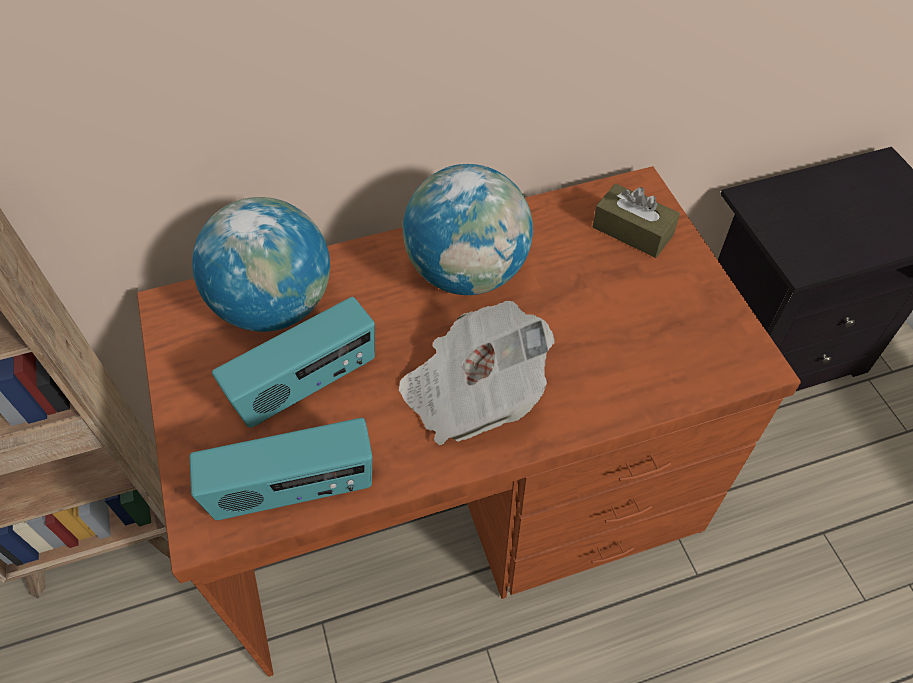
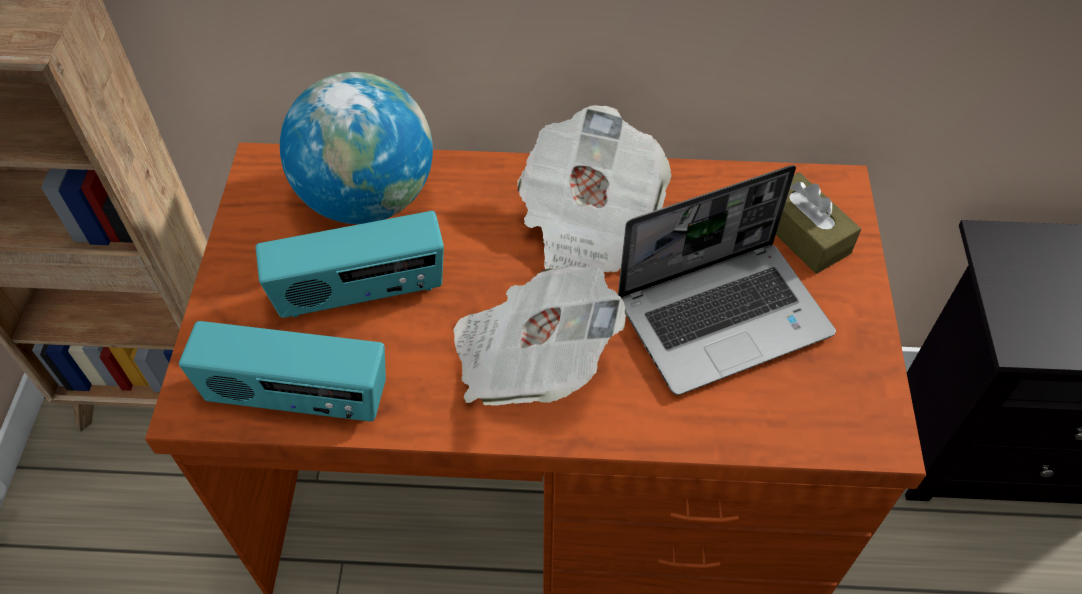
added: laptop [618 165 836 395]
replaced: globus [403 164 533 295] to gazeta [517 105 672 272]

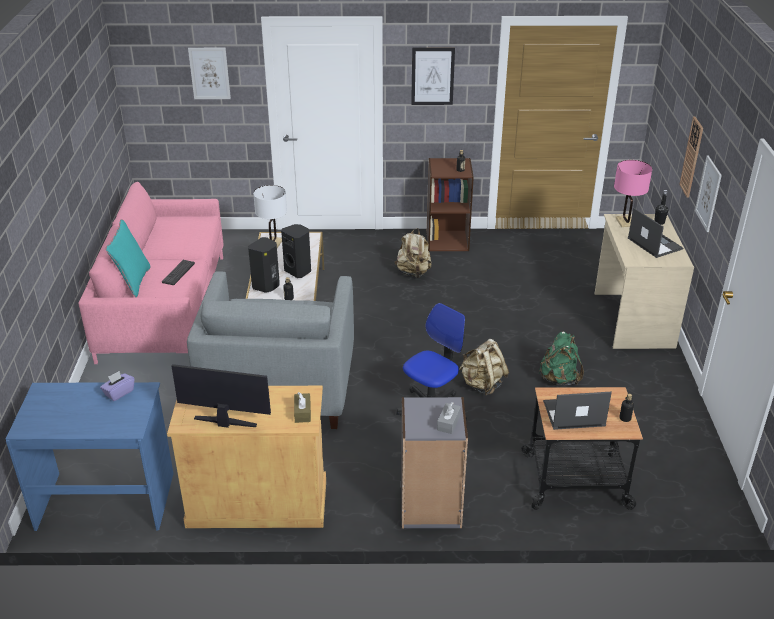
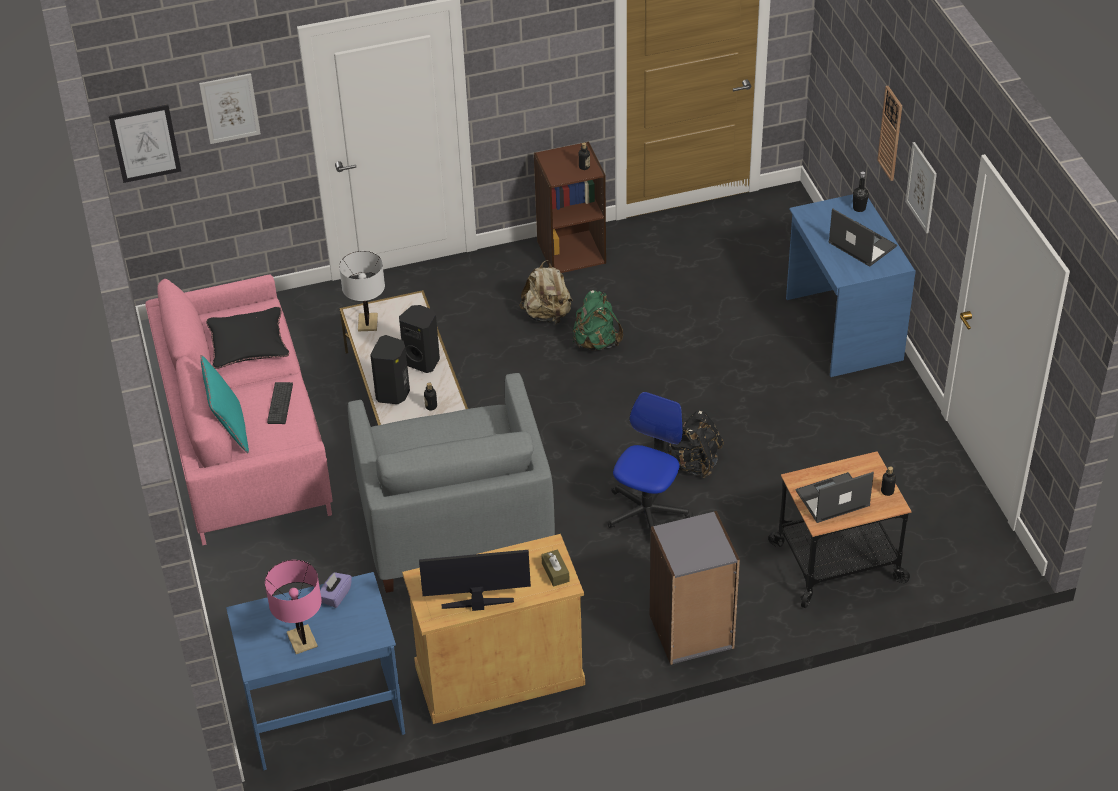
removed: pudełko chusteczek [szary] [437 402 461 434]
added: poduszka [czarny] [206 307 289 369]
moved: obraz [411 48 455 105] to [109 104 181 183]; plecak [zielony] [539 332 584 385] to [573 290 623 351]; lampa stołowa [różowy] [614 160 652 227] to [265 560 322 654]
recoloured: plecak [beżowy] [459 339 509 396] to plecak [czarny] [665 411 724 478]; biurko [beżowy] [594 214 694 349] to biurko [niebieski] [786 194 916 377]

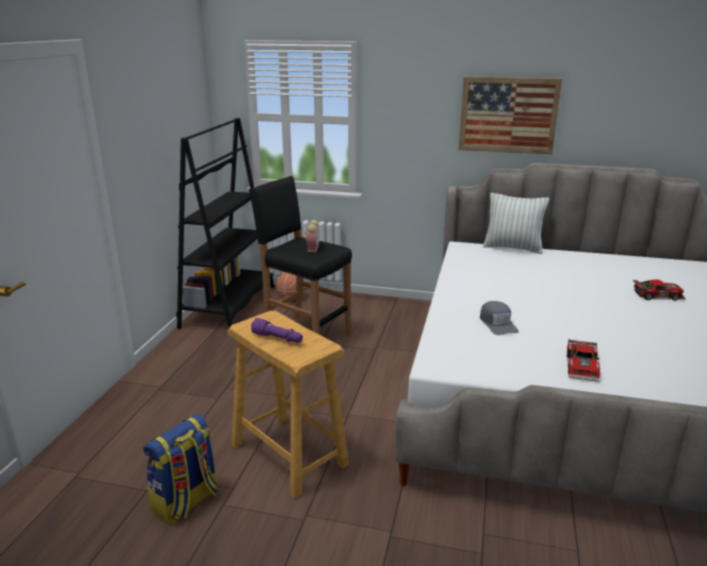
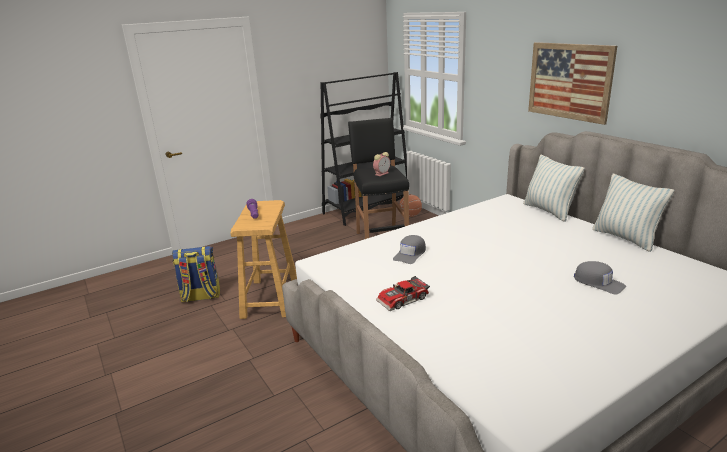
added: poduszka [592 174 674 252]
replaced: samochodzik [633 280 686 301] to czapka z daszkiem [szary] [574 261 626 295]

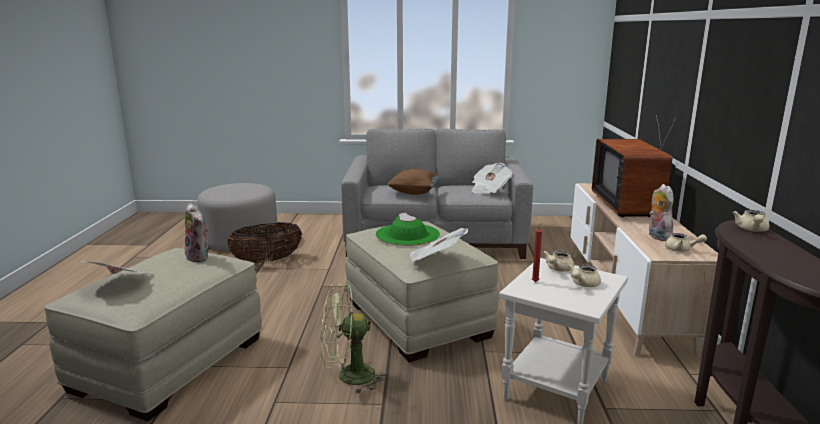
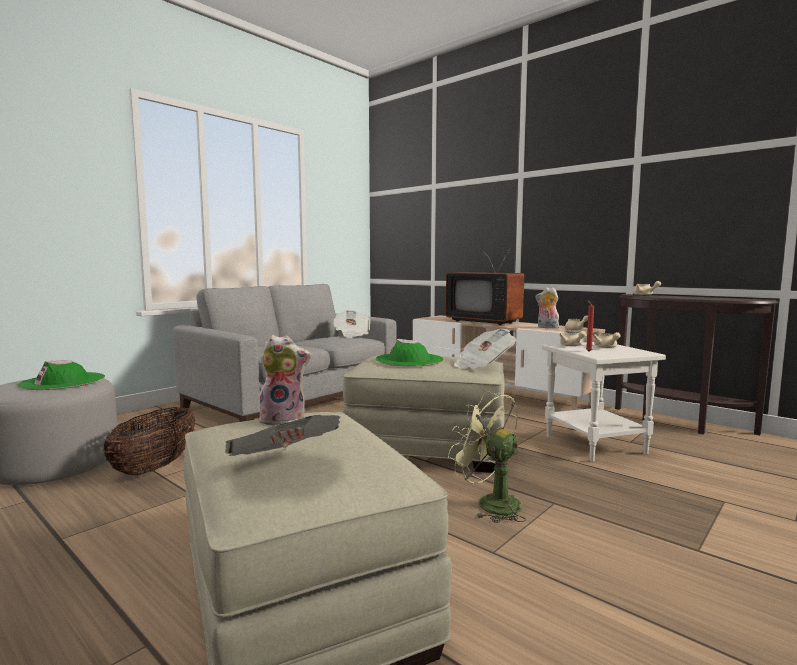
removed: poduszka [brązowy] [387 169 442 195]
added: kapelusz [zielony] [17 360 105 390]
turned: wentylator [zielony] [321 284 387 394] = [448 391 526 523] 105 degrees clockwise

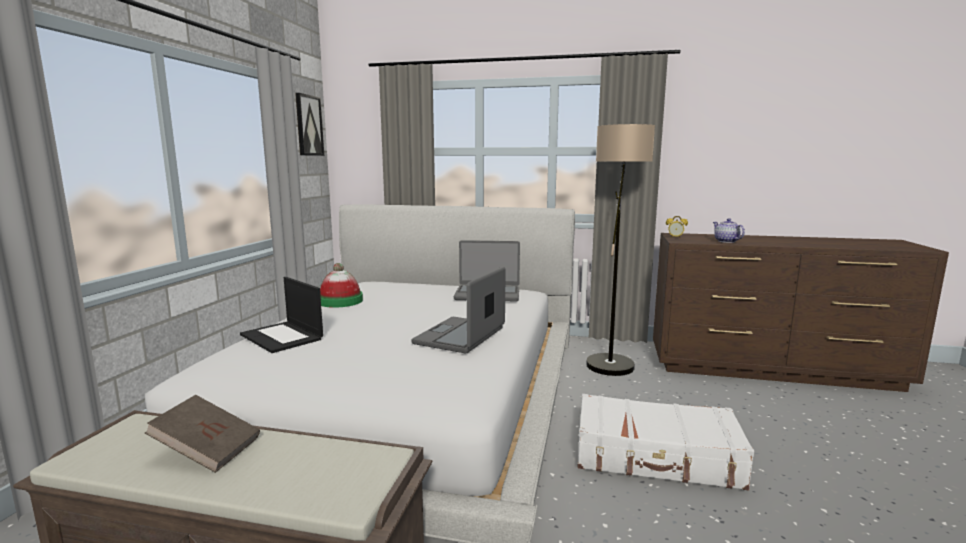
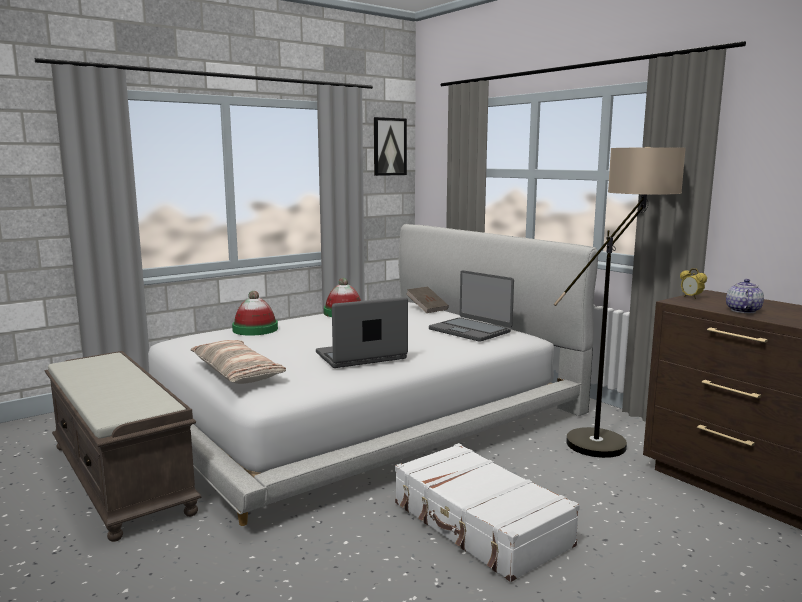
added: poduszka [190 340 286 384]
moved: książka [brązowy] [145 395 260 473] to [406 287 449 313]
replaced: laptop [240 277 323 353] to kapelusz [232 291 278 336]

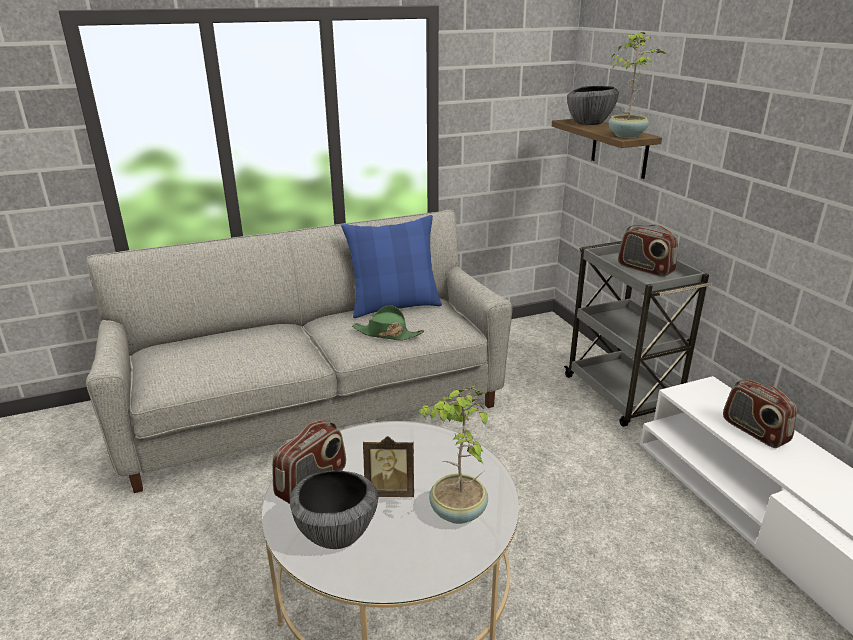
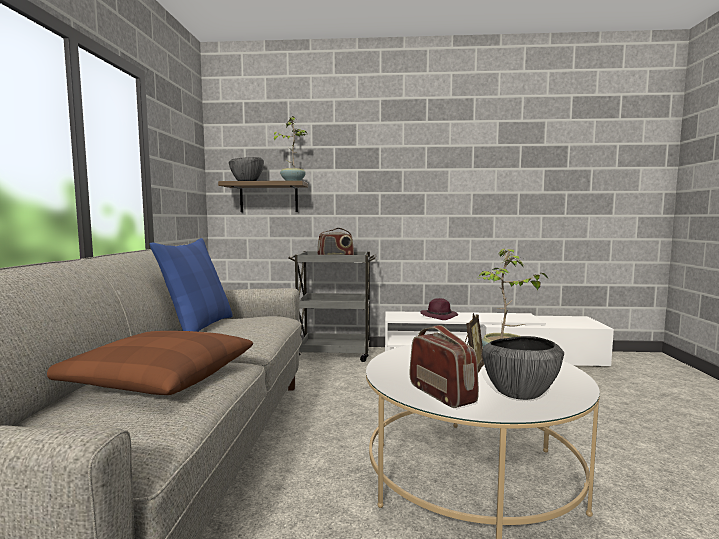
removed: kapelusz [zielony] [352 305 424 340]
added: poduszka [brązowy] [47 331 253 395]
replaced: radio [723 379 797 448] to kapelusz [fioletowy] [420 298 458 320]

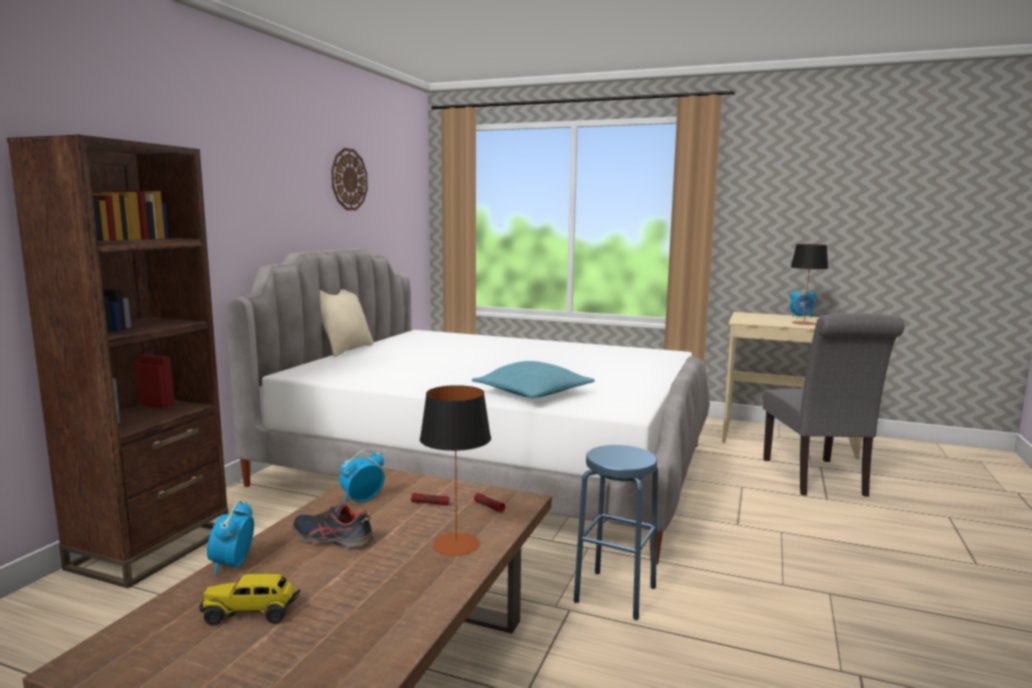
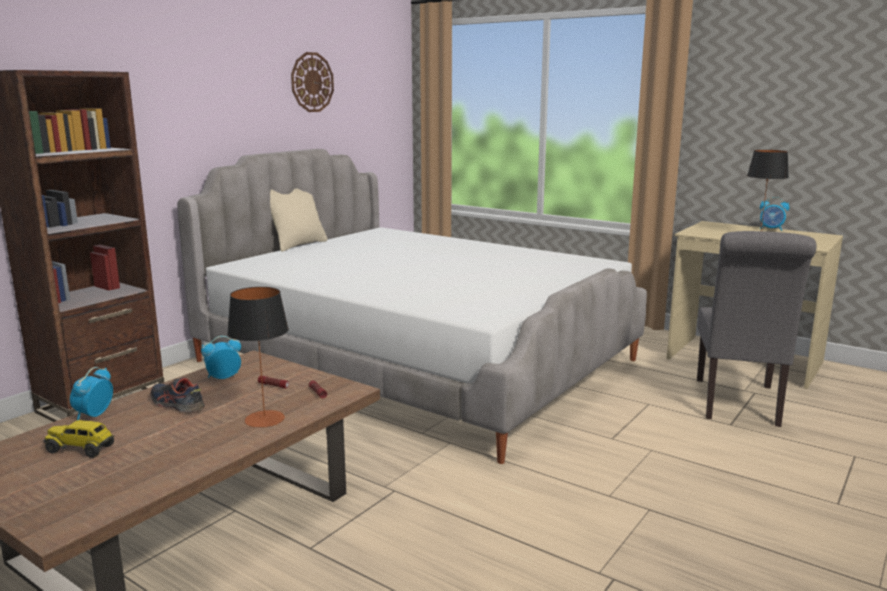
removed: poduszka [turkusowy] [472 361 595 398]; stołek [niebieski] [574 445 658 620]

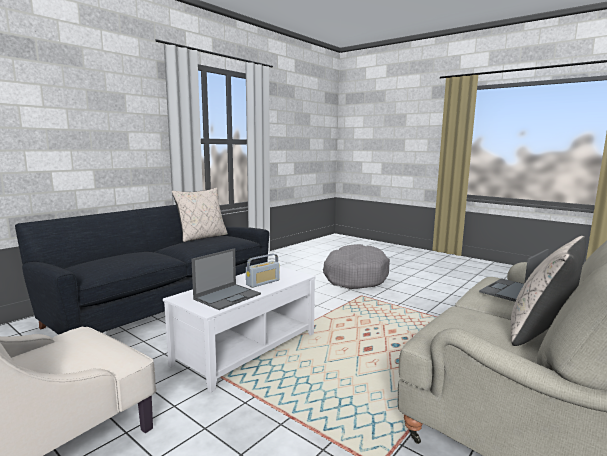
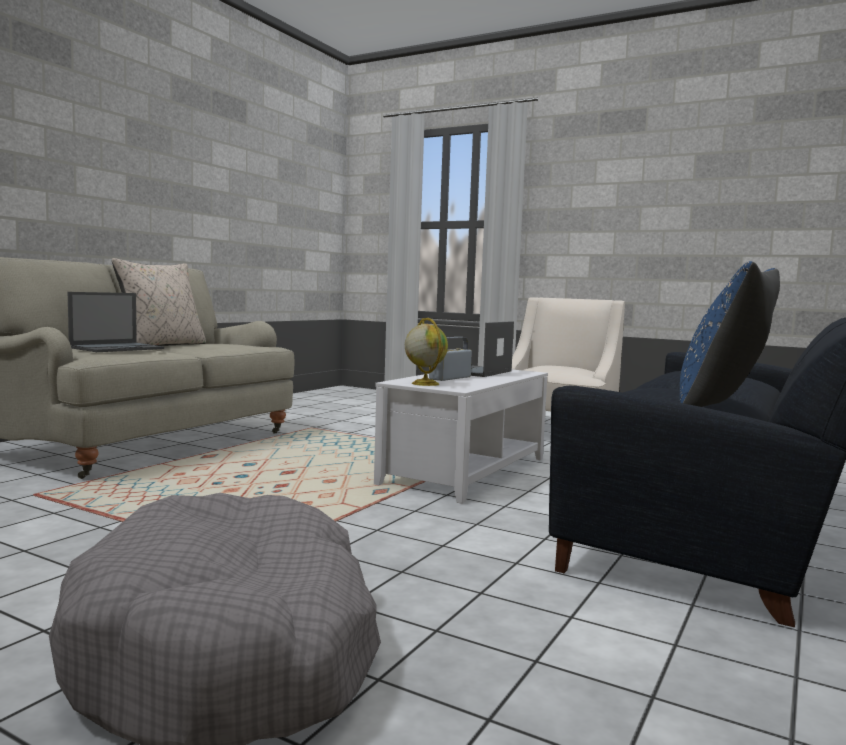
added: globus [405 318 448 386]
recoloured: poduszka [beżowy] [172 188 228 242] to poduszka [niebieski] [680 261 780 407]

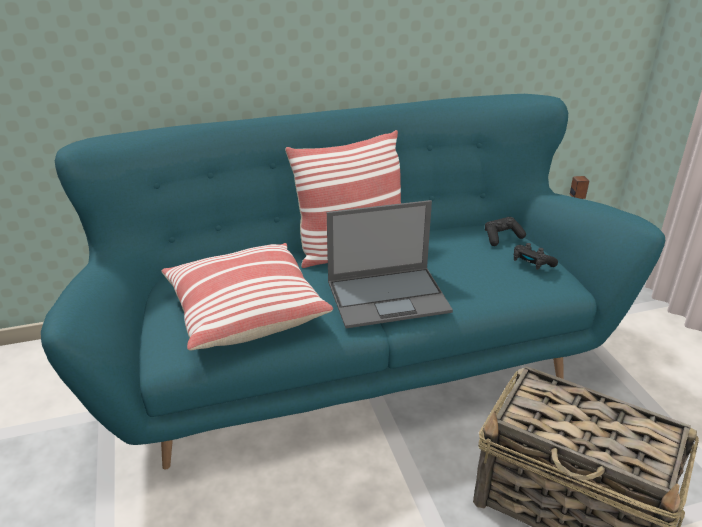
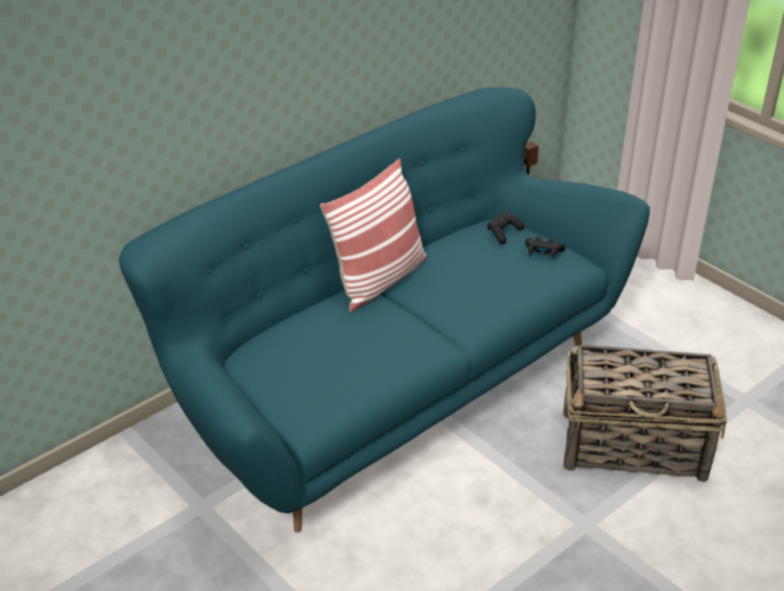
removed: poduszka [161 243 333 351]; laptop [327 200 453 328]

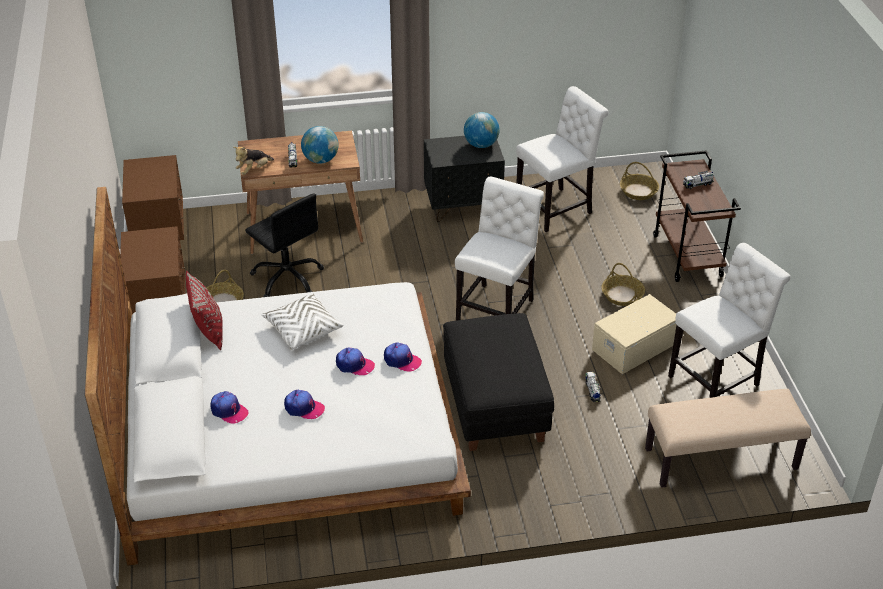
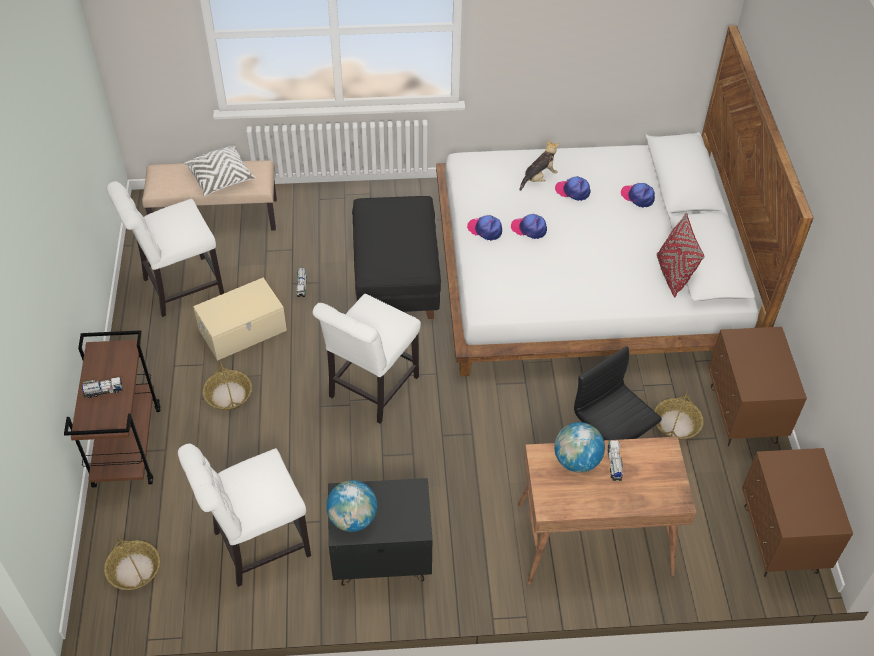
moved: pluszak [234 147 274 175] to [520 140 559 191]; poduszka [biały] [261 293 344 350] to [184 145 256 196]

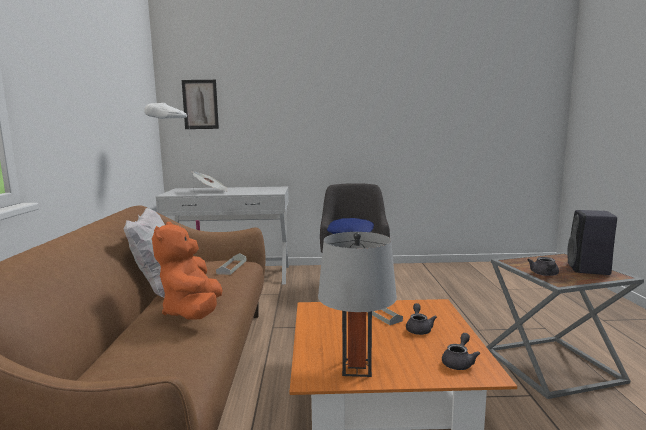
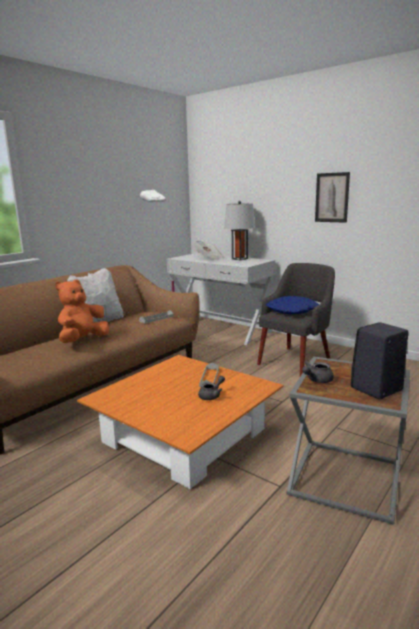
removed: imbryk [szary] [442 333 480 370]
moved: obraz [182 80 219 129] to [315 172 350 223]; lampa stołowa [szary] [318 232 397 377] to [224 201 255 260]

